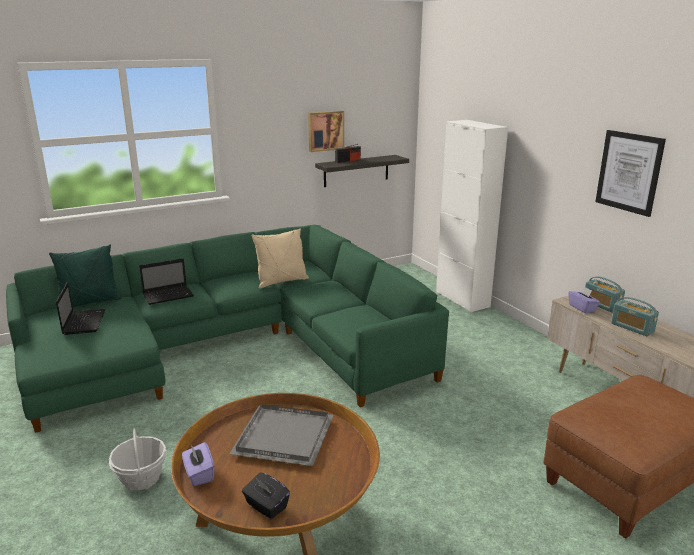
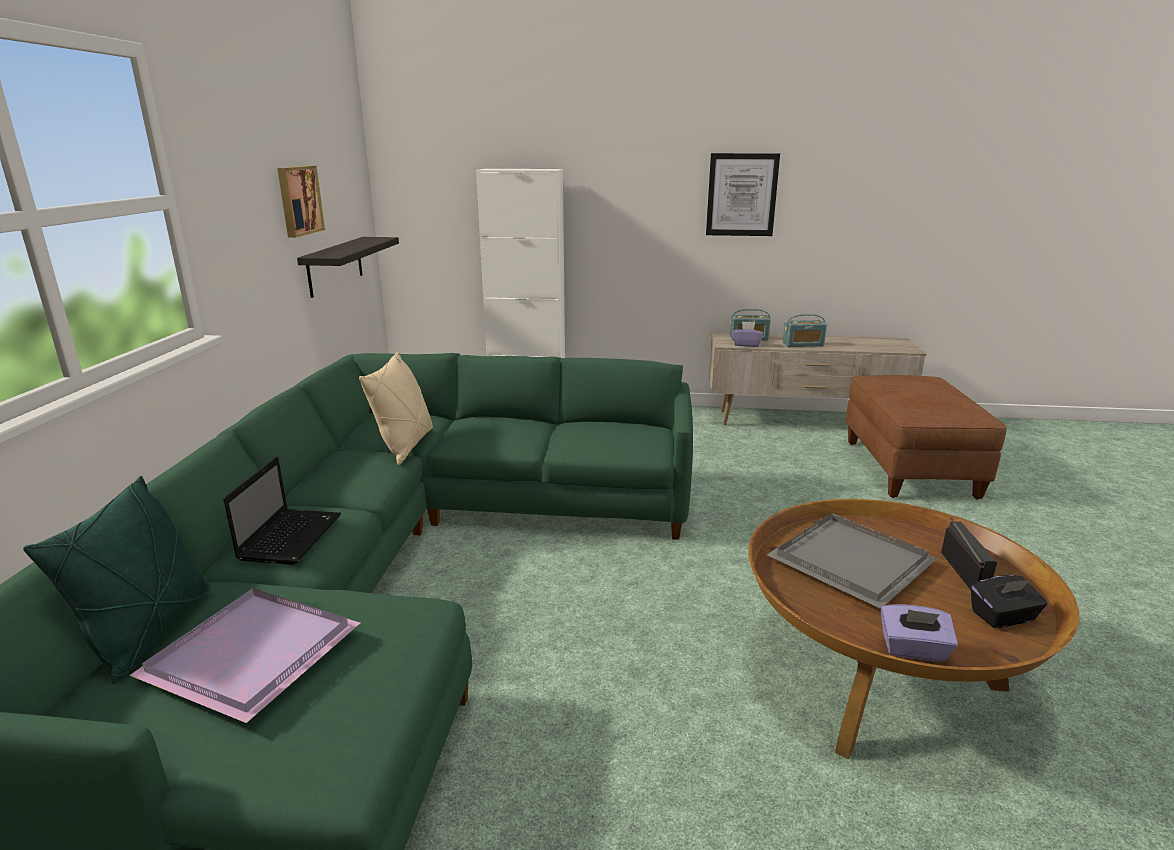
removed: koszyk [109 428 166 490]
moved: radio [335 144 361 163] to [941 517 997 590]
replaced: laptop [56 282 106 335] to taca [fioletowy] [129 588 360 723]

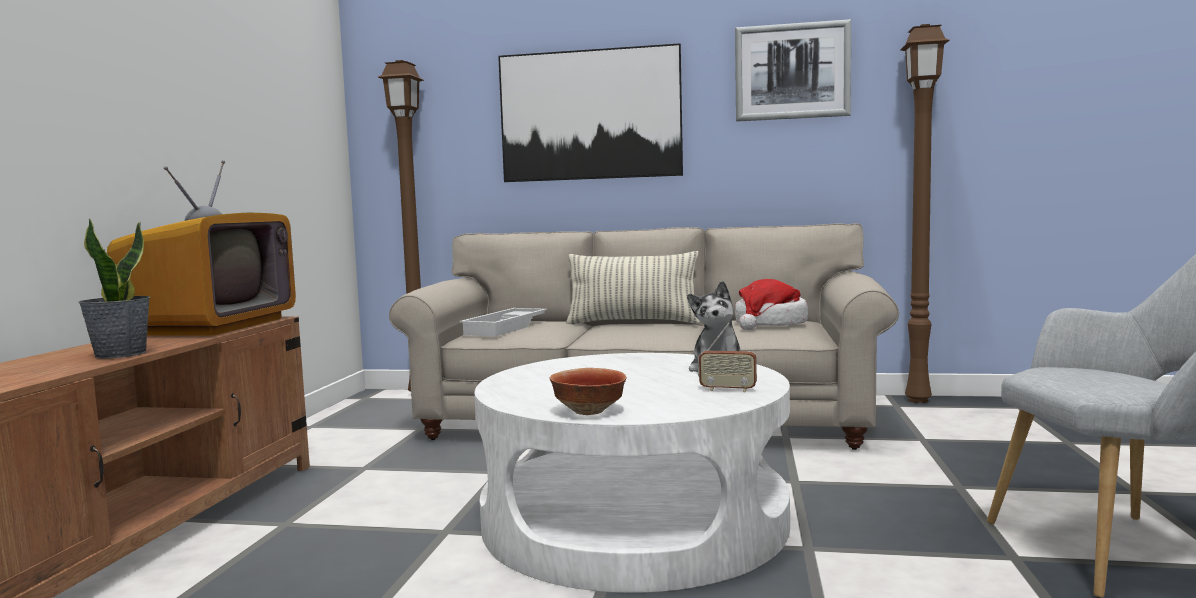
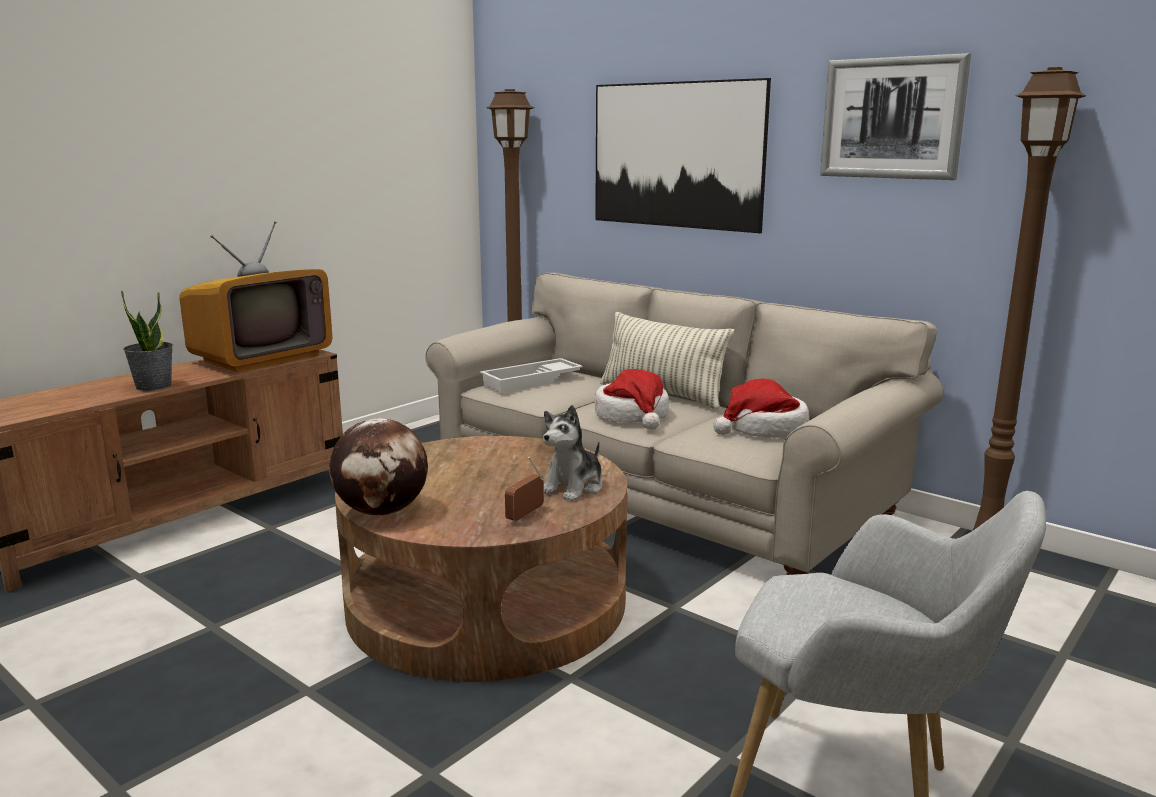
added: kapelusz [595 369 669 430]
replaced: miska [550 368 626 415] to globus [329 418 428 516]
recoloured: ława [biały] [474 353 790 593] to ława [brązowy] [335 436 627 682]
turned: radio [699 322 757 392] = [505 457 544 523] 75 degrees clockwise

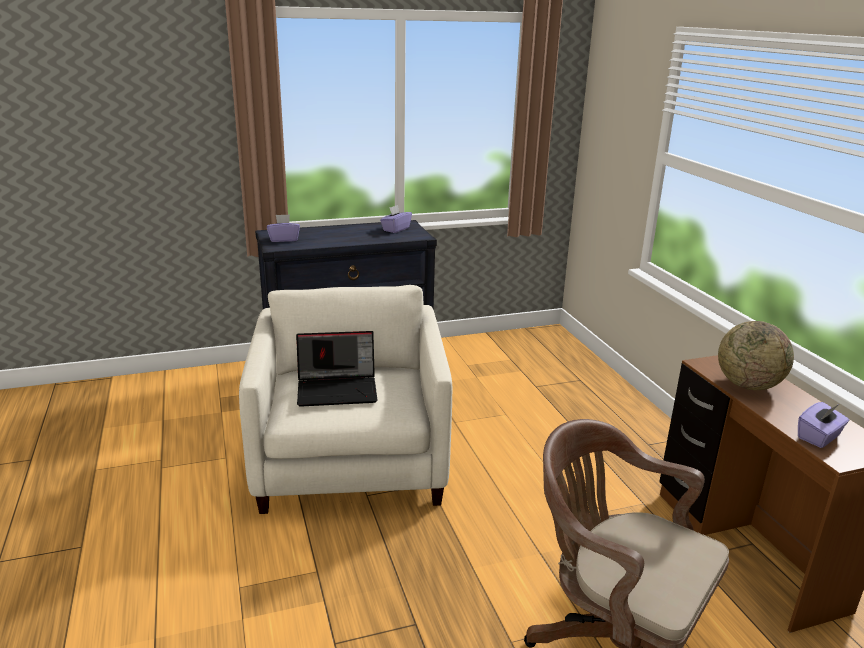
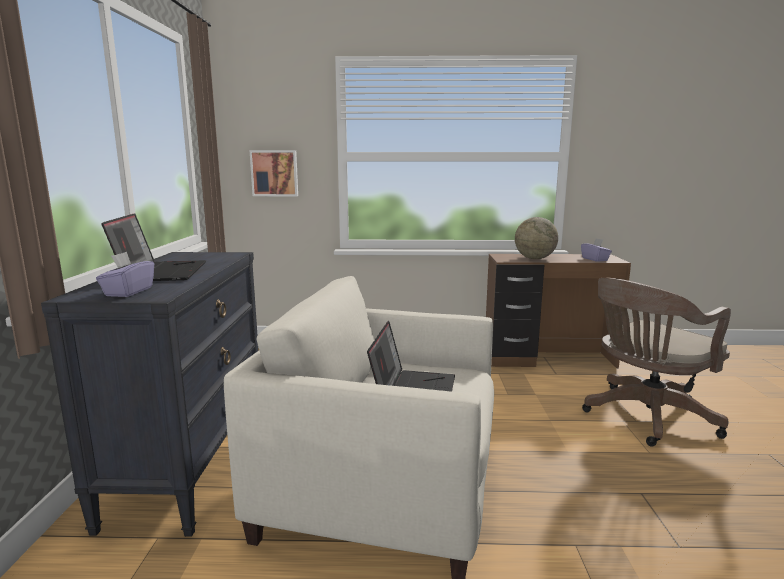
removed: pudełko chusteczek [fioletowy] [380 205 412 233]
added: laptop [101 213 206 281]; obraz [250 150 298 196]

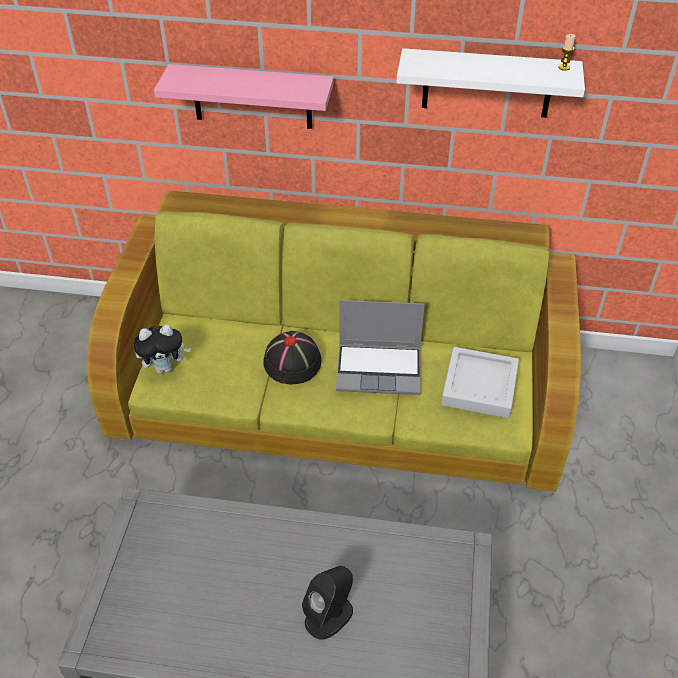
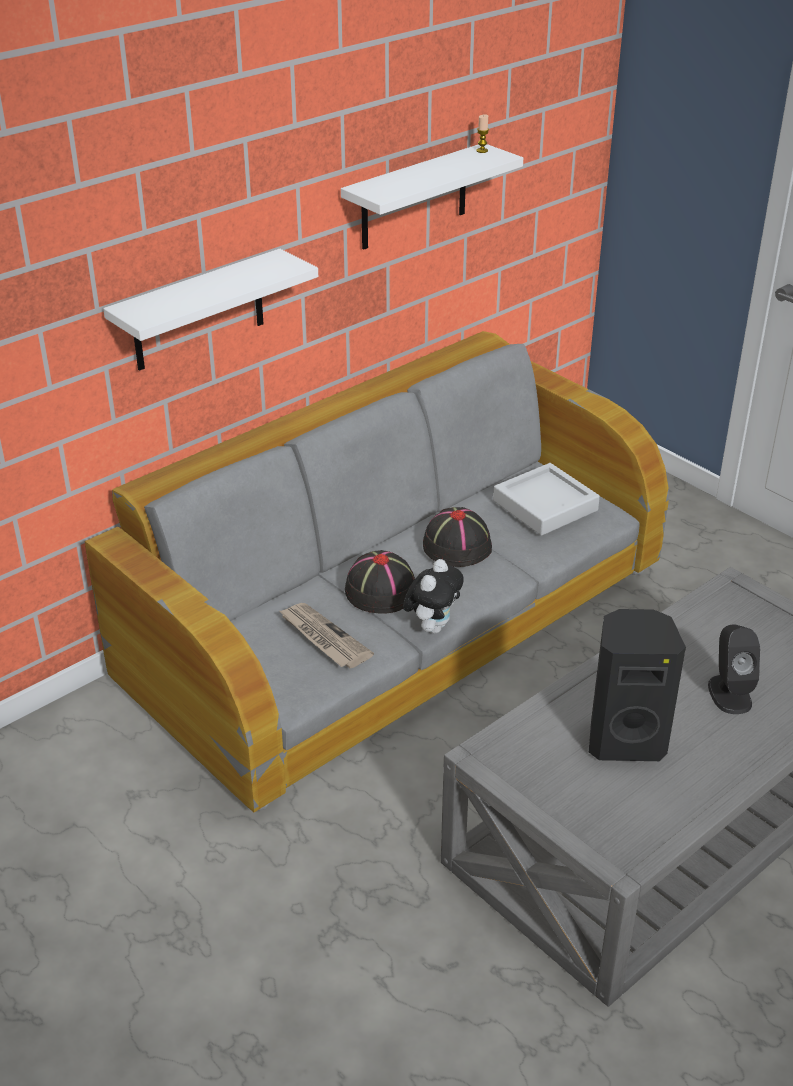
added: gazeta [279 603 374 668]; głośnik [czarny] [589 609 686 761]
moved: pluszak [134 325 191 373] to [403 559 464 633]
replaced: laptop [336 300 425 395] to kapelusz [czarny] [423 507 492 567]
recoloured: kanapa [zielony] [87 190 581 492] to kanapa [szary] [85 331 669 812]; półka [różowy] [154 64 334 129] to półka [biały] [103 249 318 371]

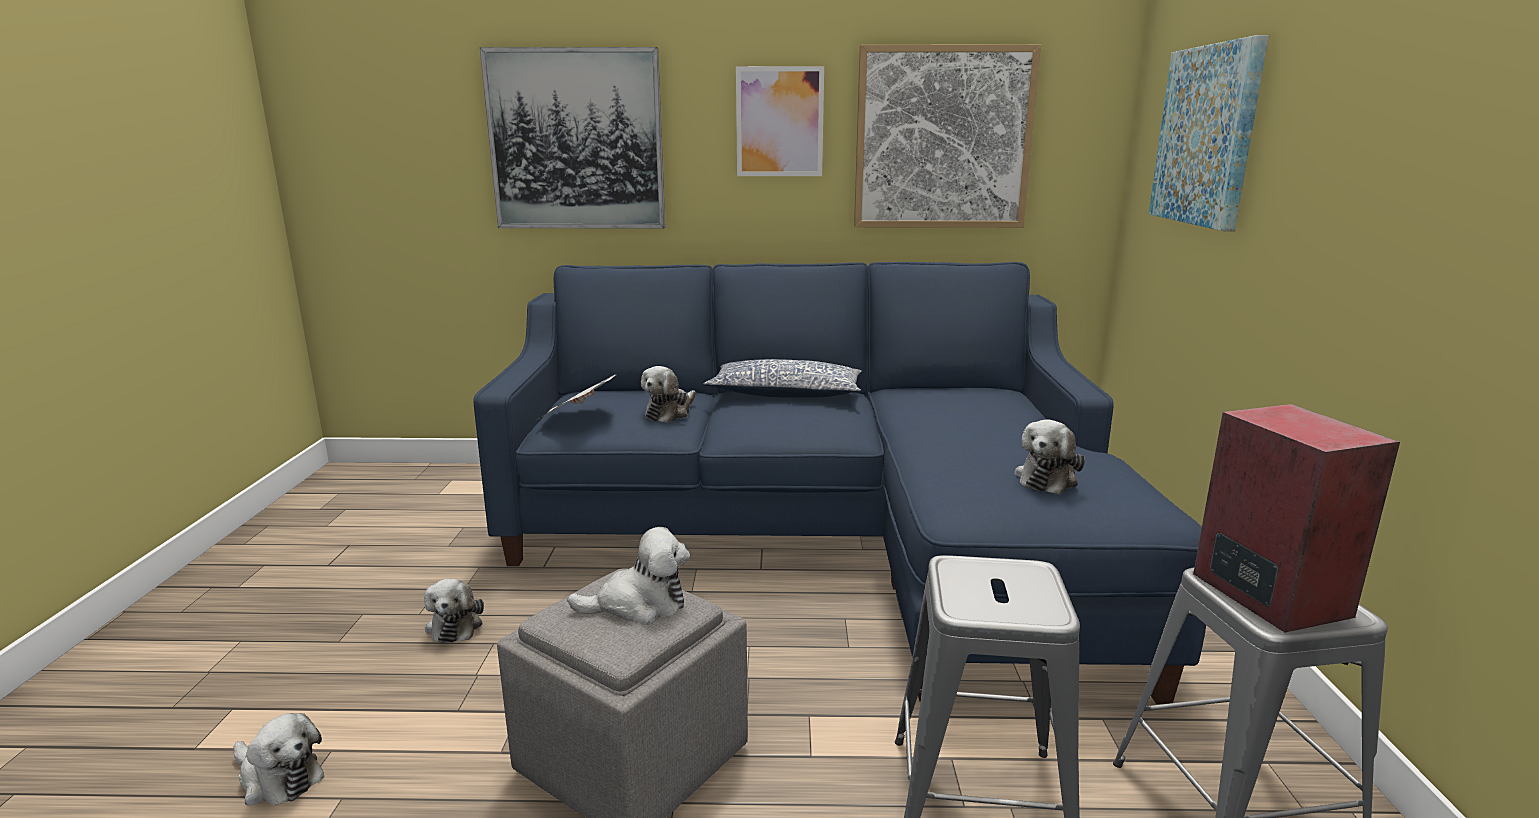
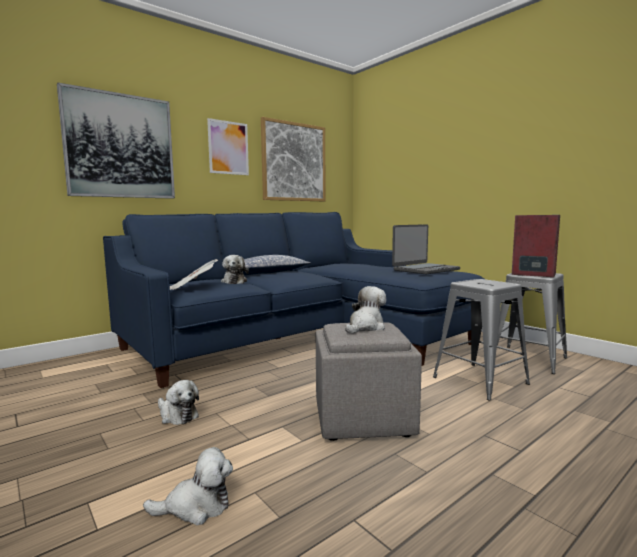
removed: obraz [1149 35 1269 231]
replaced: pluszak [1014 420 1085 494] to laptop [392 224 460 274]

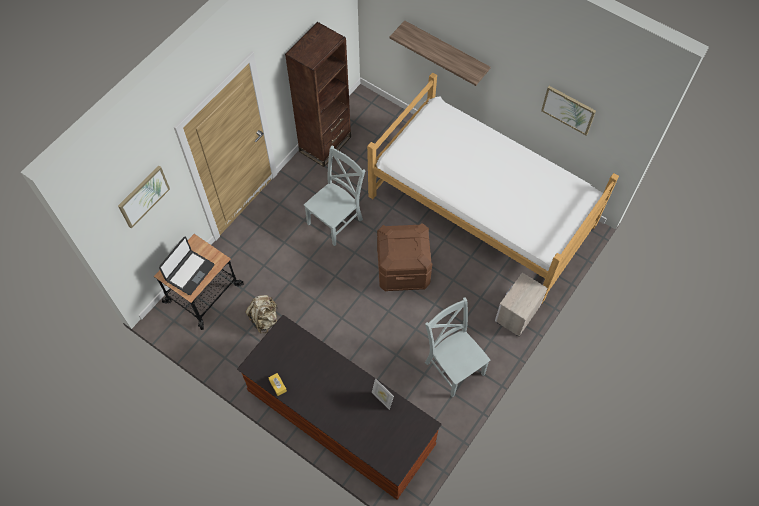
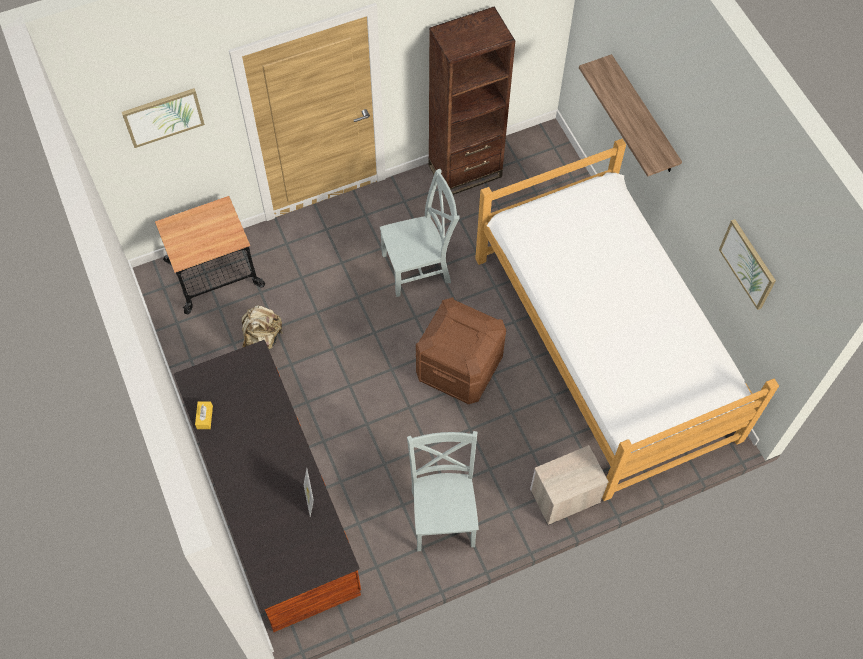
removed: laptop [159 236 215 295]

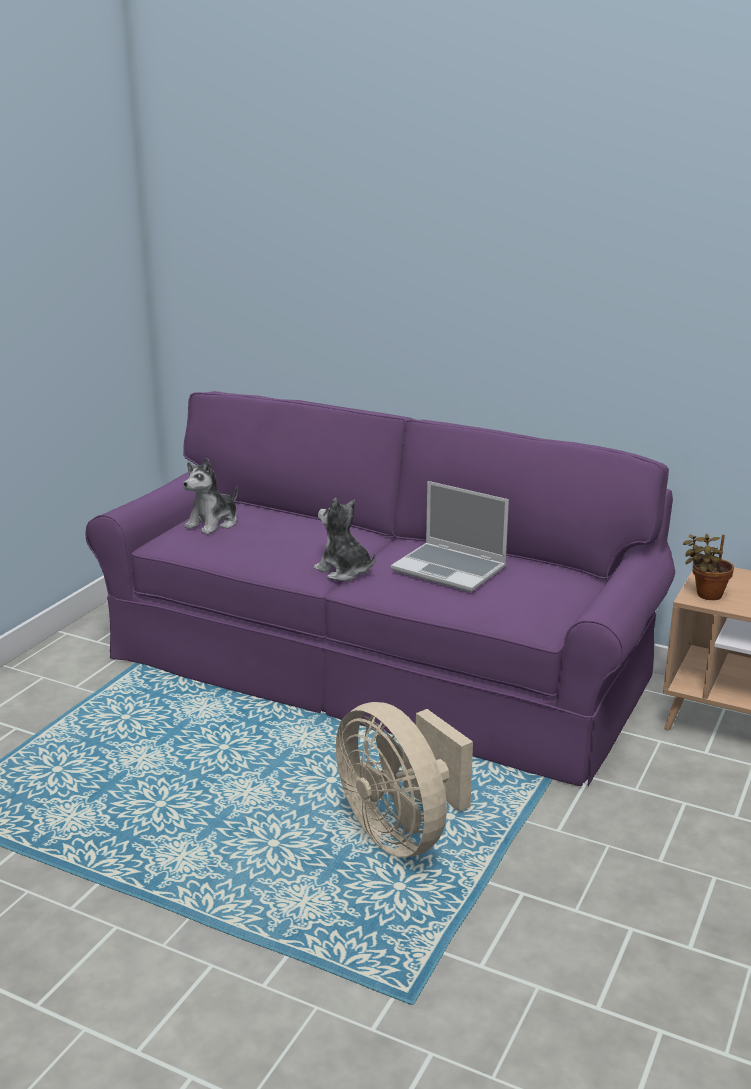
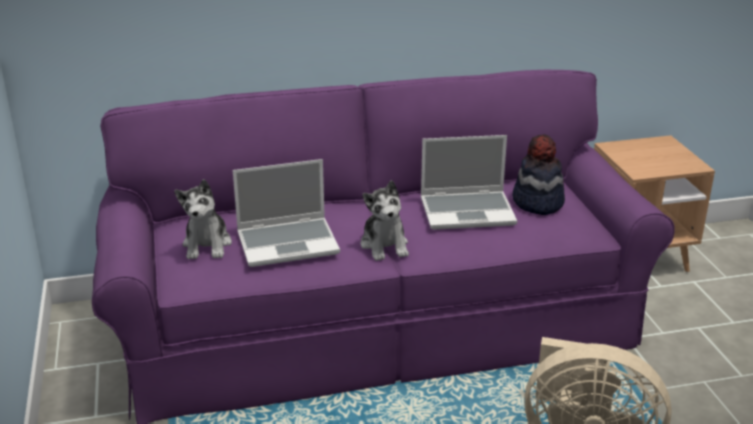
removed: roślina doniczkowa [683 534 734 600]
added: laptop [233 159 340 267]; kapelusz [513 134 565 215]
turned: pluszak [313 498 376 581] = [361 180 409 261] 105 degrees counterclockwise

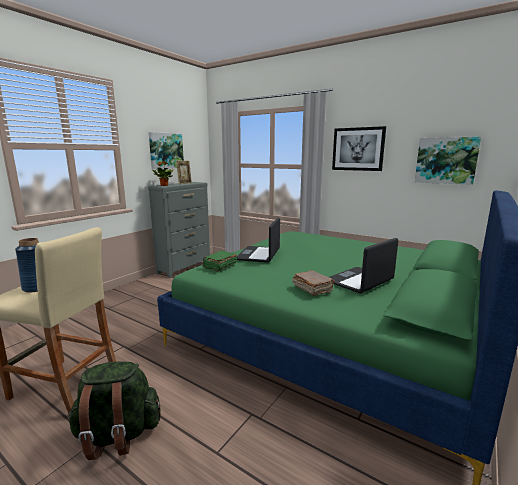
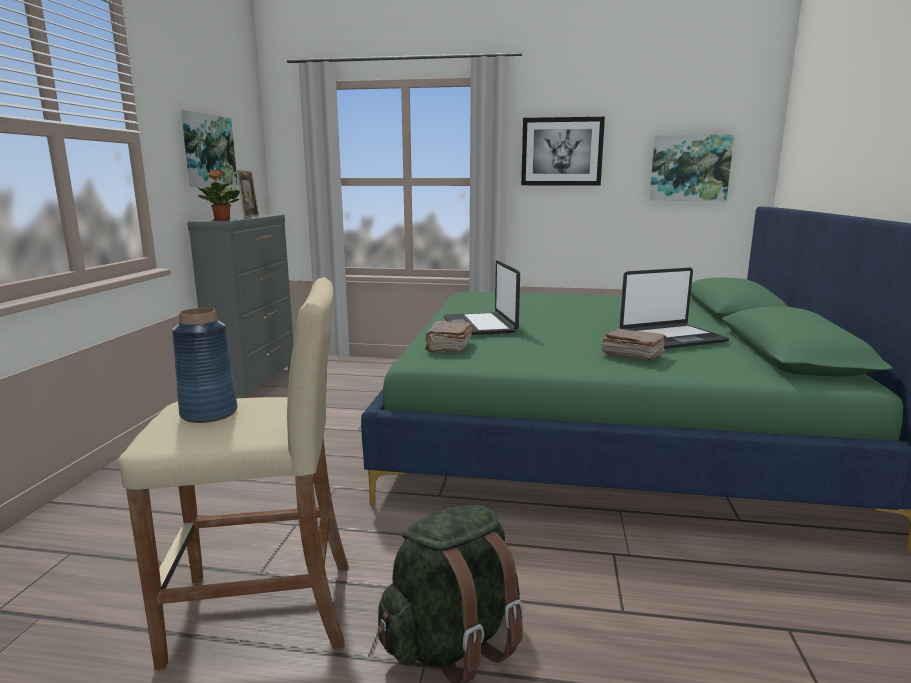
recoloured: książka [zielony] [203 251 237 272] to książka [brązowy] [425 321 472 353]
turned: laptop [329 238 398 294] = [619 268 729 349] 135 degrees counterclockwise

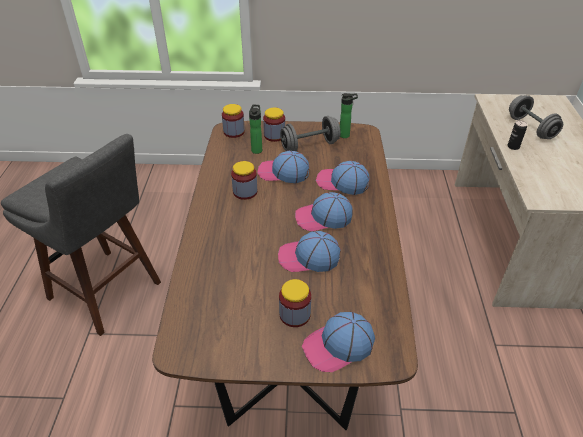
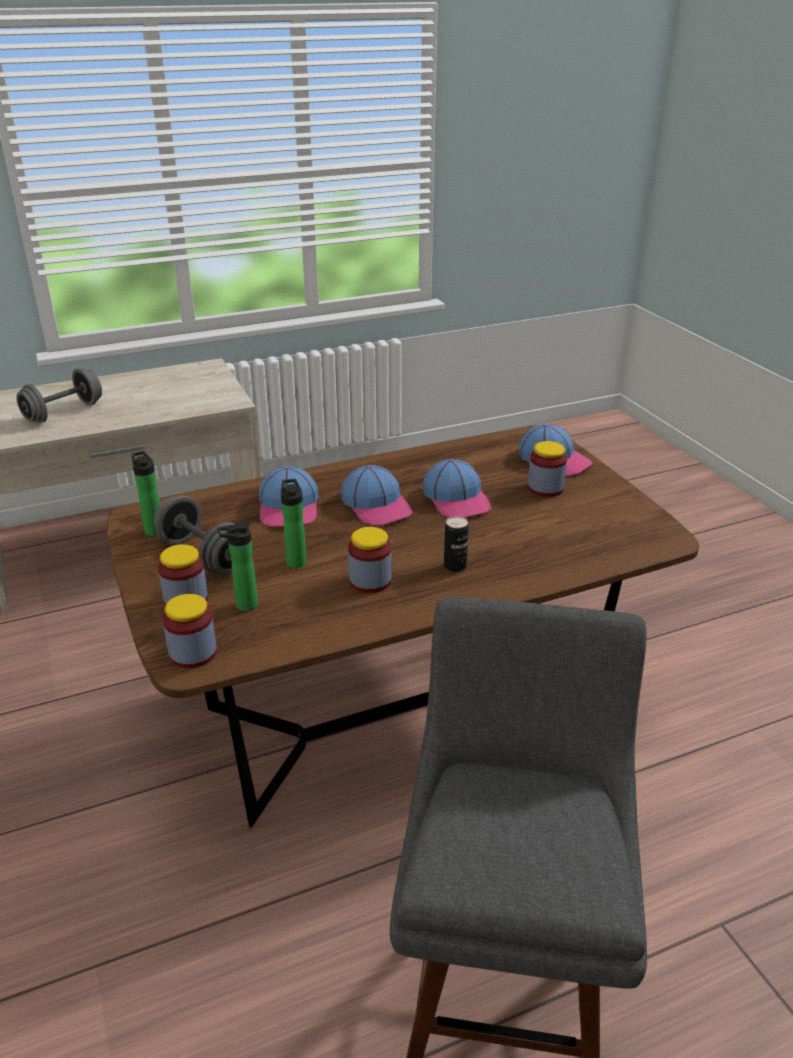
moved: puszka [507 120 527 150] to [444 516 469 572]
replaced: czapka z daszkiem [257 151 309 183] to butelka [281 479 307 568]

